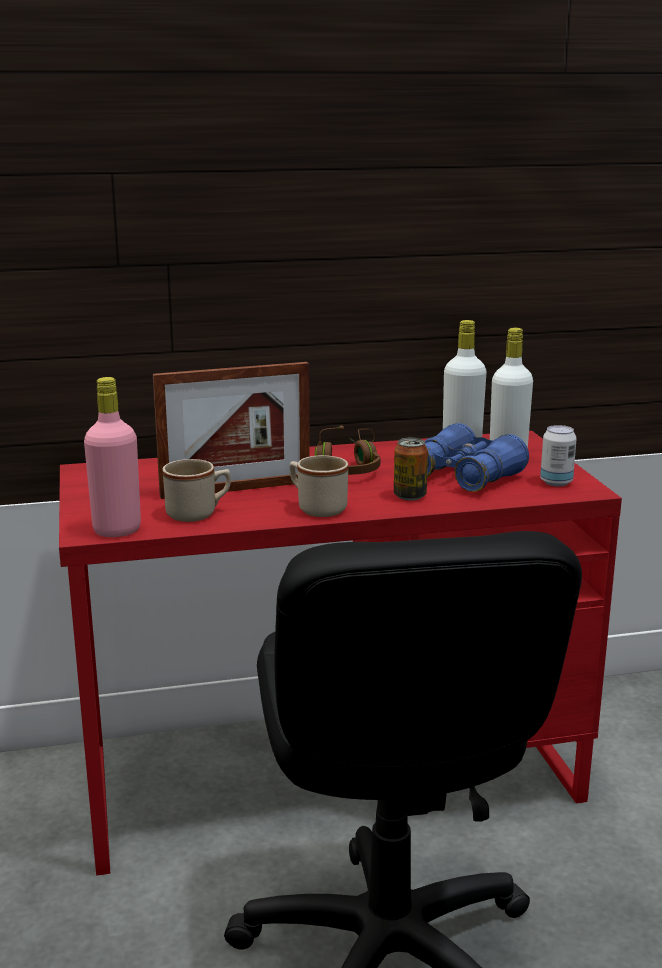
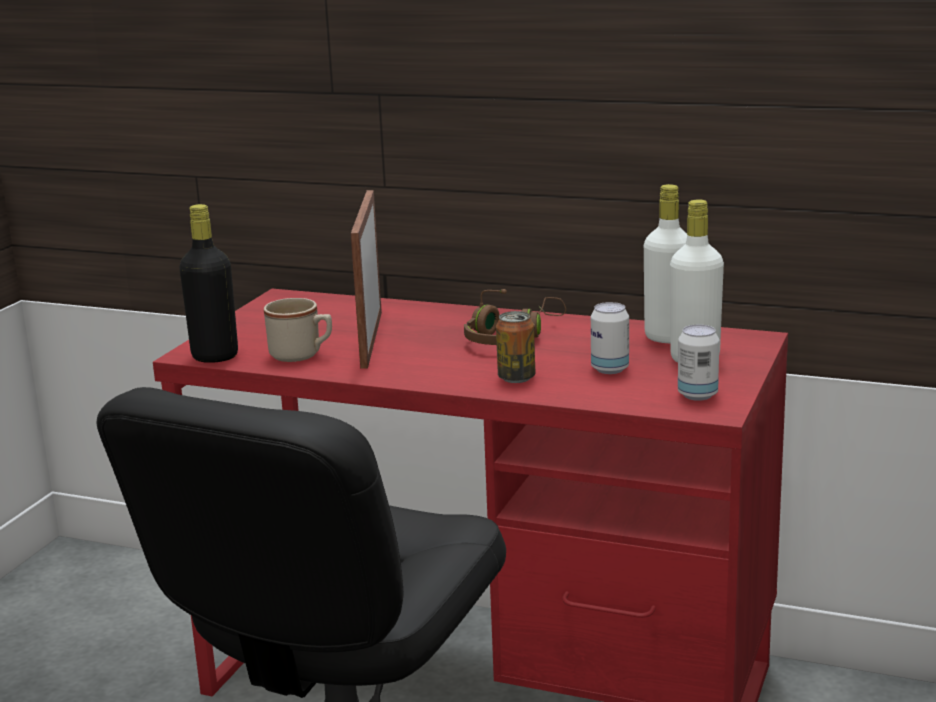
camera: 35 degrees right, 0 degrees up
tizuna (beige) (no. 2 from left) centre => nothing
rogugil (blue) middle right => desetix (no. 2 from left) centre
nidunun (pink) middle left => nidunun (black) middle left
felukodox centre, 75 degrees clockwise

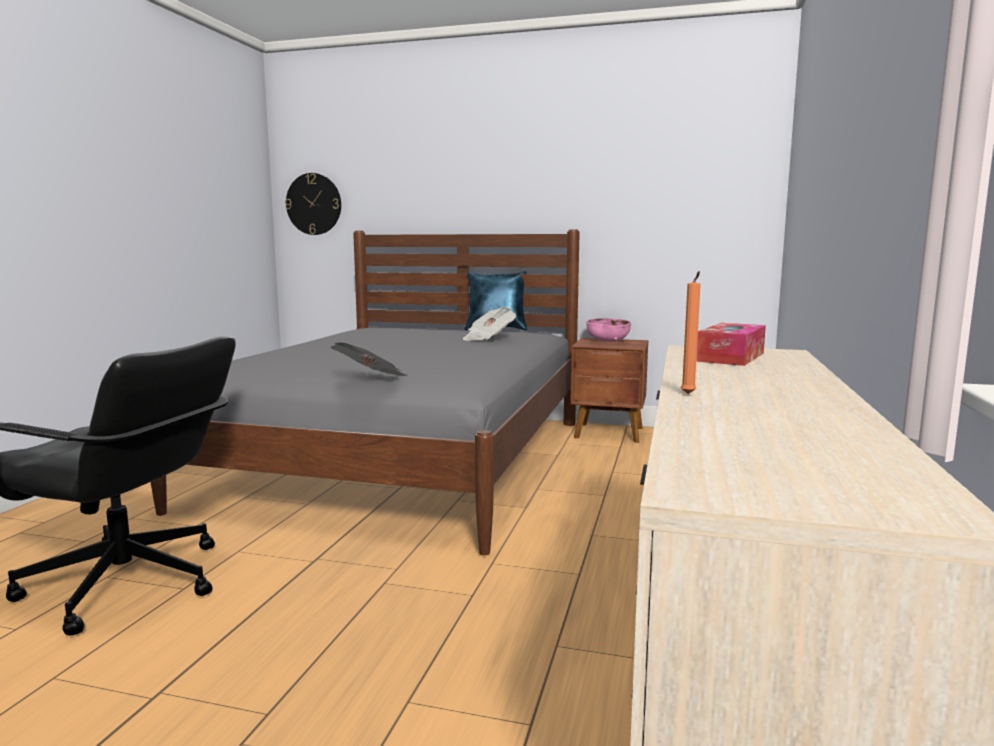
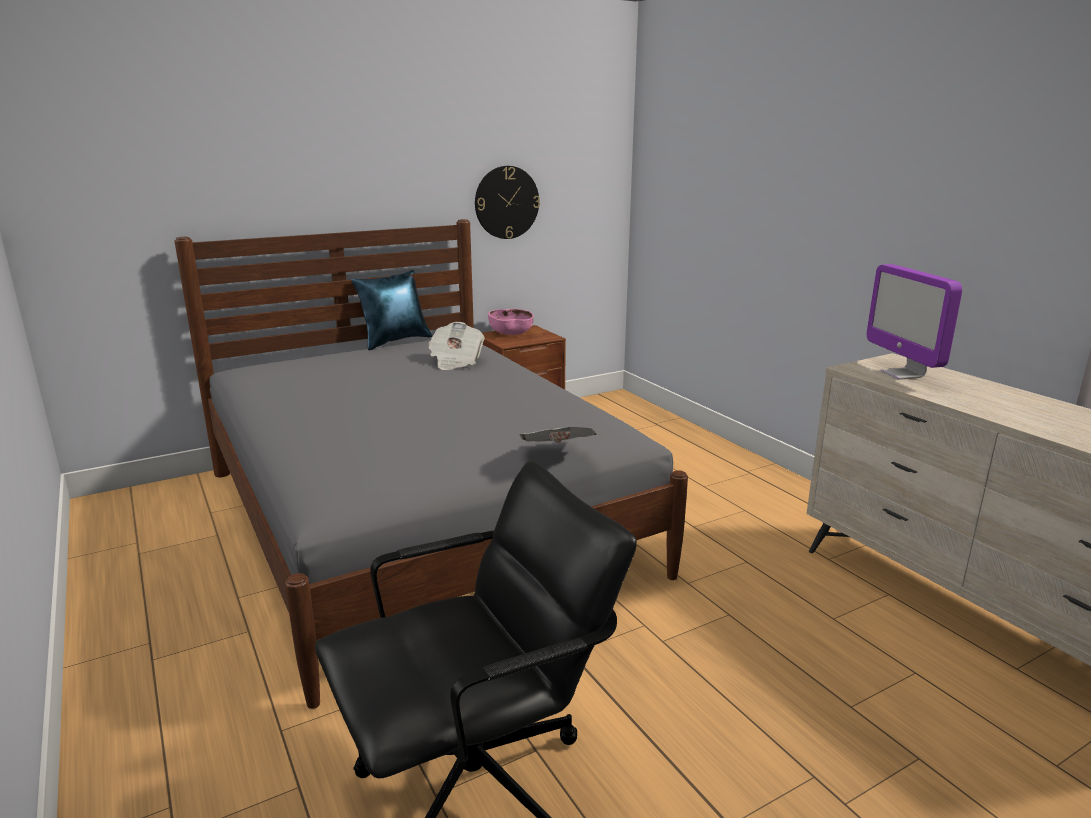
camera: 45 degrees left, 10 degrees up
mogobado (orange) middle right => nothing
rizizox top left => rizizox top centre, relocated
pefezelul middle right => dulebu middle right

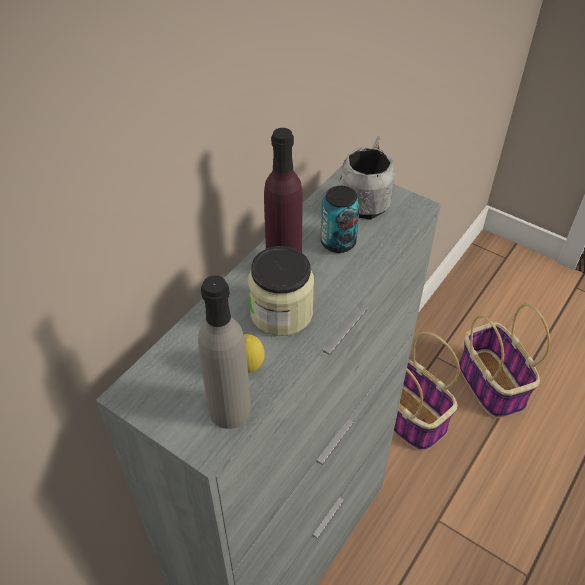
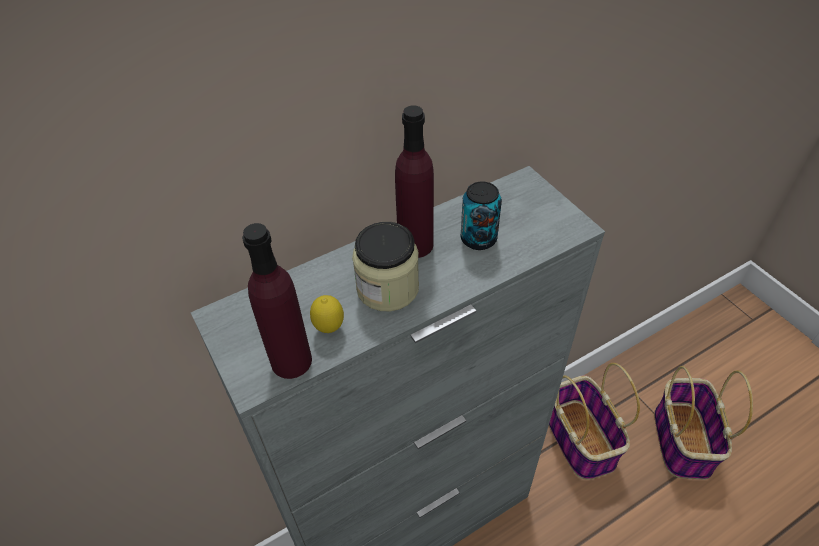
camera: 25 degrees right, 0 degrees up
tizuna (grey) top centre => nothing
nidunun (grey) centre => nidunun (purple) (no. 1 from left) centre

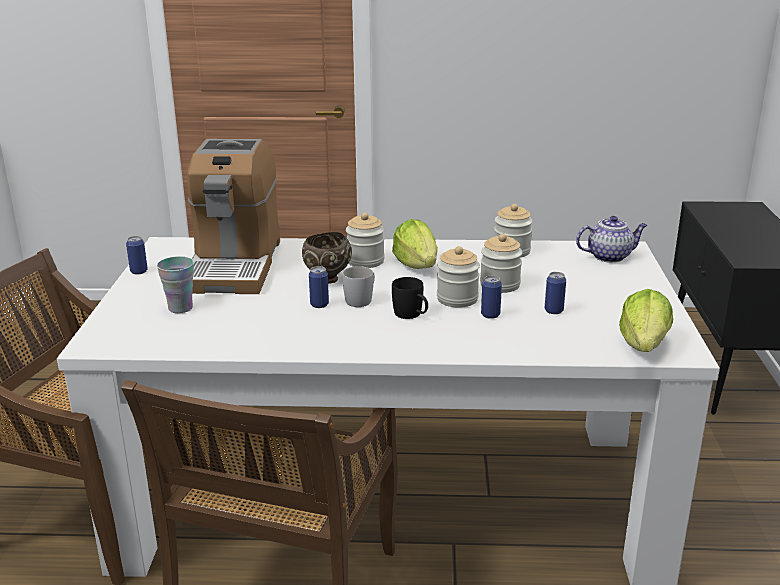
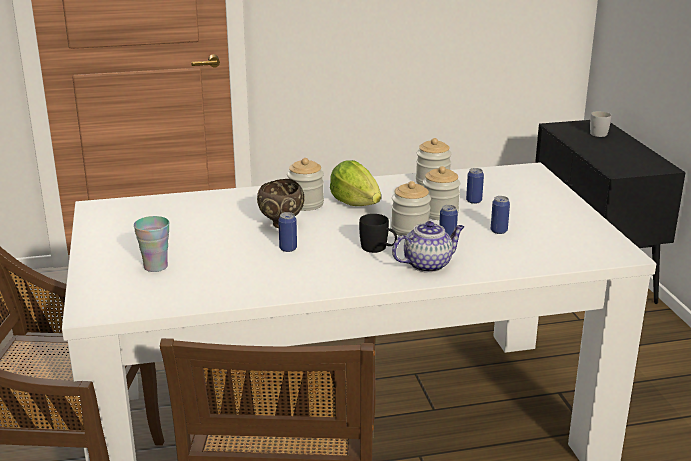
camera: 15 degrees left, 0 degrees up
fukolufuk middle left => nothing
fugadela (no. 2 from left) middle right => nothing
desetix (no. 1 from left in the first image) middle left => desetix (no. 3 from left) middle right, relocated
tizuna (white) centre => tizuna (white) top right, relocated
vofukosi middle right => vofukosi centre, relocated

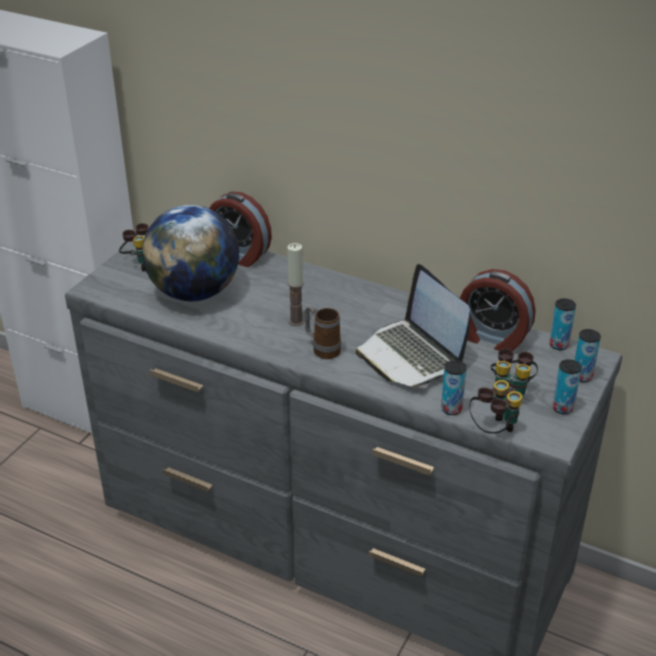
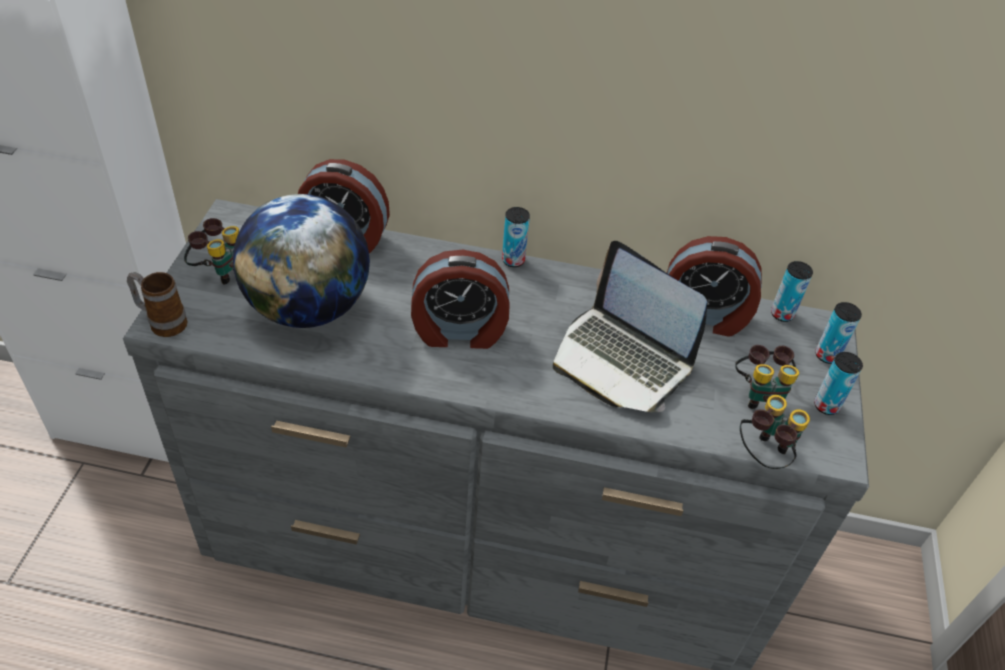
camera: 20 degrees left, 10 degrees up
tizuna centre => tizuna middle left, relocated
desetix (no. 1 from left) middle right => desetix (no. 1 from left) centre, relocated
mogobado centre => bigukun (no. 2 from left) centre

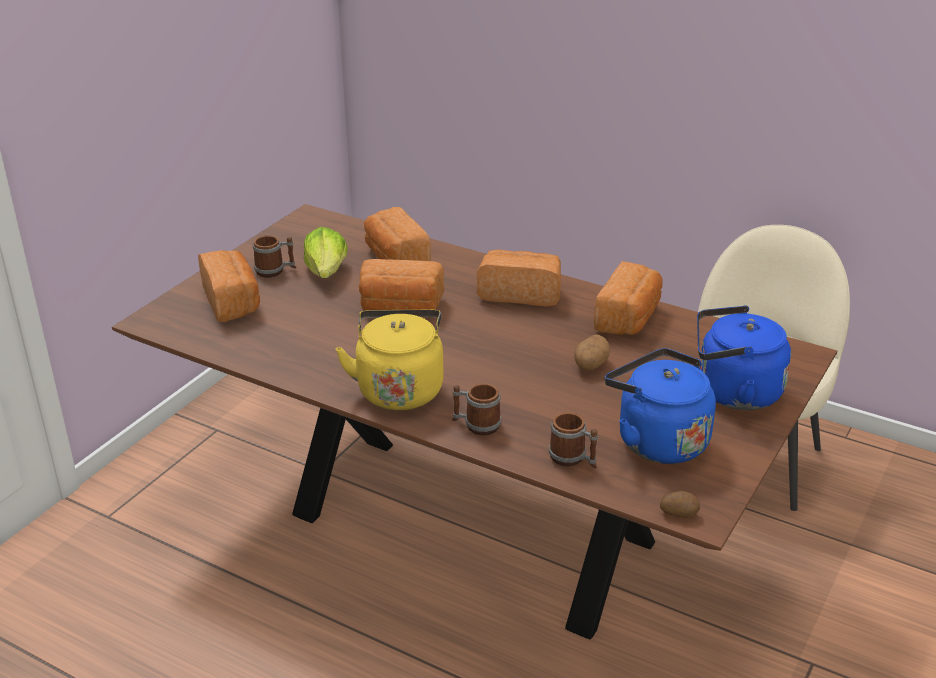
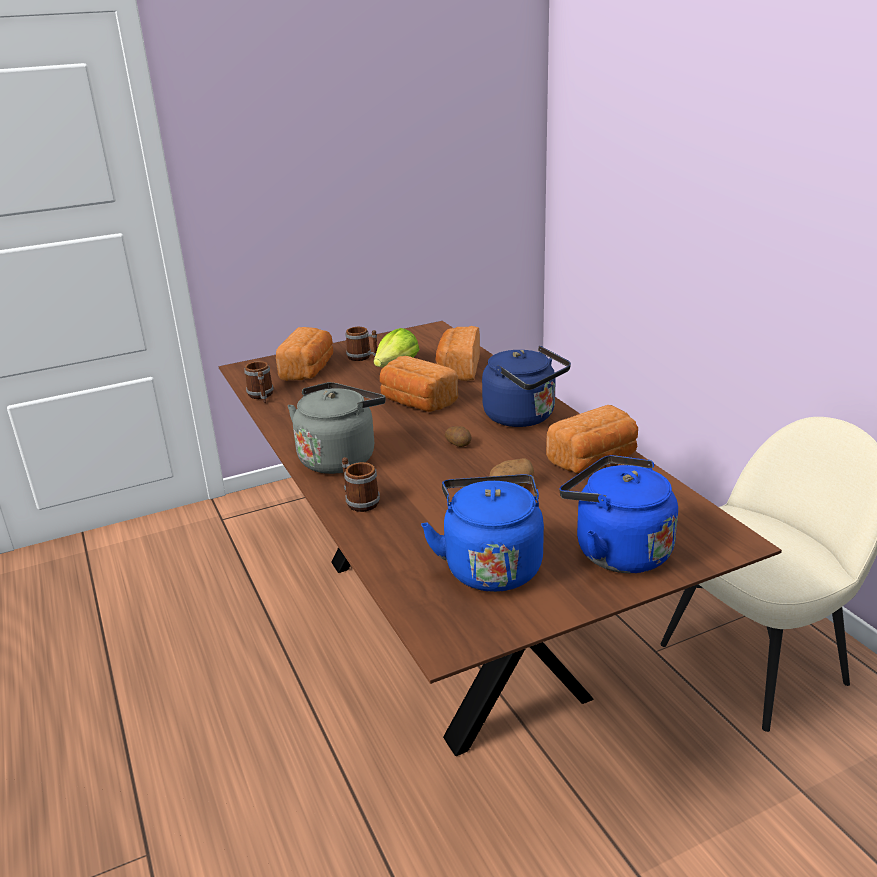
camera: 35 degrees right, 5 degrees down
tizuna (no. 3 from left in the first image) centre => tizuna (no. 1 from left) middle left, relocated
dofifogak (no. 2 from left in the first image) bottom right => dofifogak (no. 1 from left) centre, relocated
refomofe (no. 4 from left) centre => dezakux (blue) (no. 2 from left) centre
dezakux (yellow) centre => dezakux (grey) centre

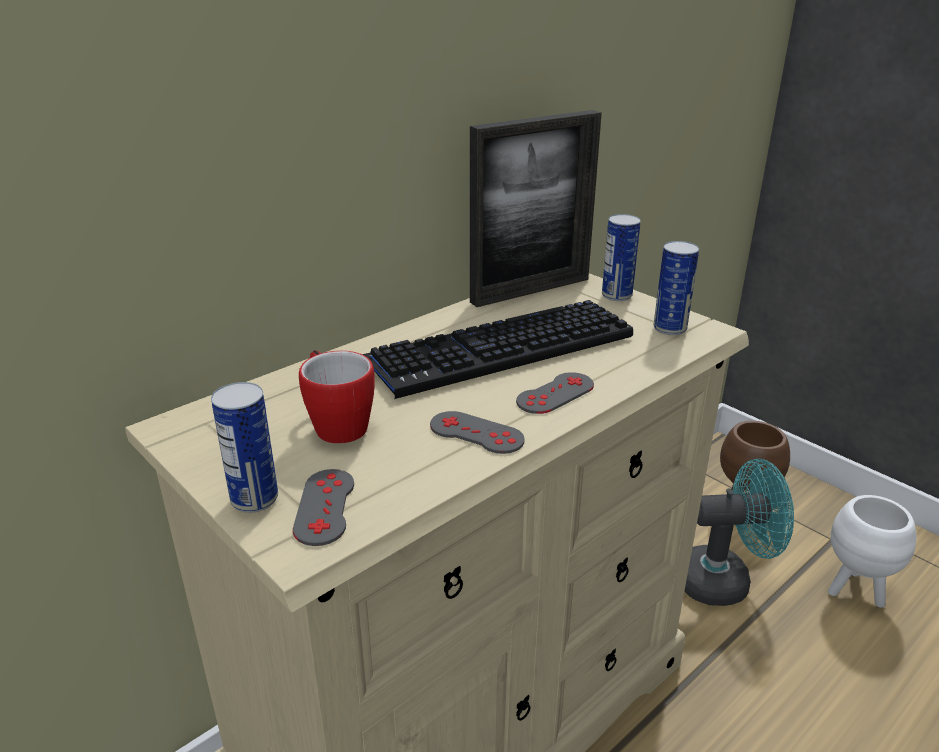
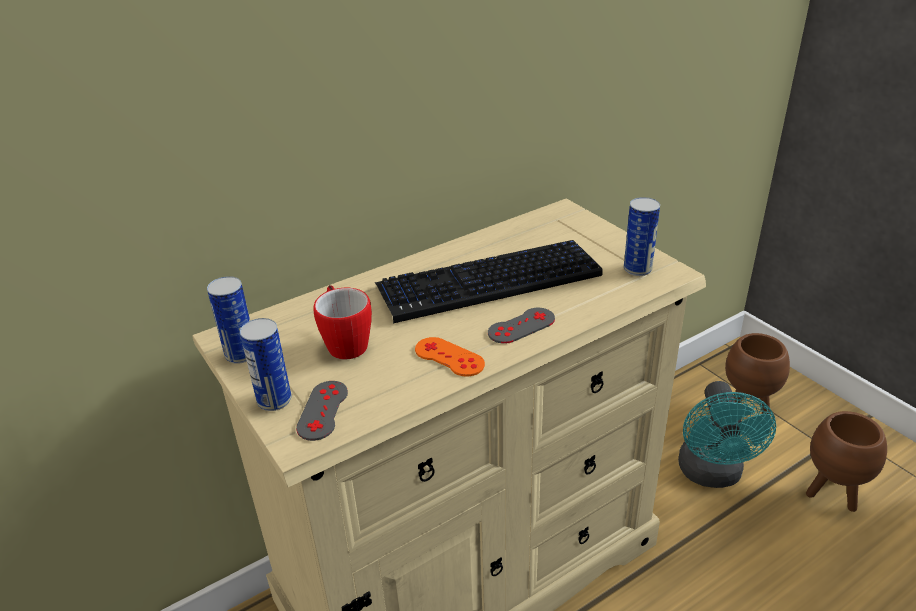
camera: 10 degrees right, 5 degrees up
felukodox top centre => nothing
desetix (no. 2 from left in the first image) centre => desetix (no. 1 from left) middle left, relocated
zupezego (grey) (no. 2 from left) centre => zupezego (orange) centre
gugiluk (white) bottom right => gugiluk (brown) (no. 2 from left) bottom right
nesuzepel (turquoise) bottom right, 90 degrees clockwise

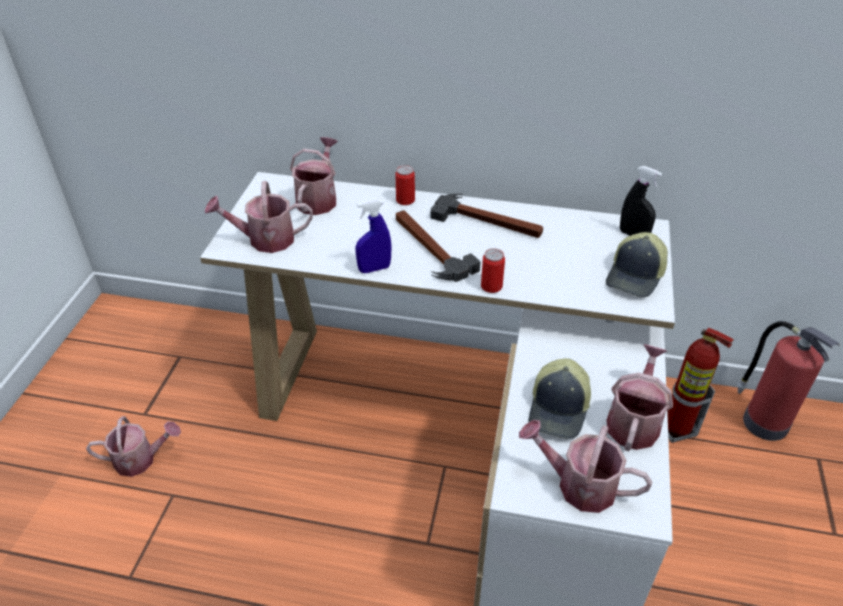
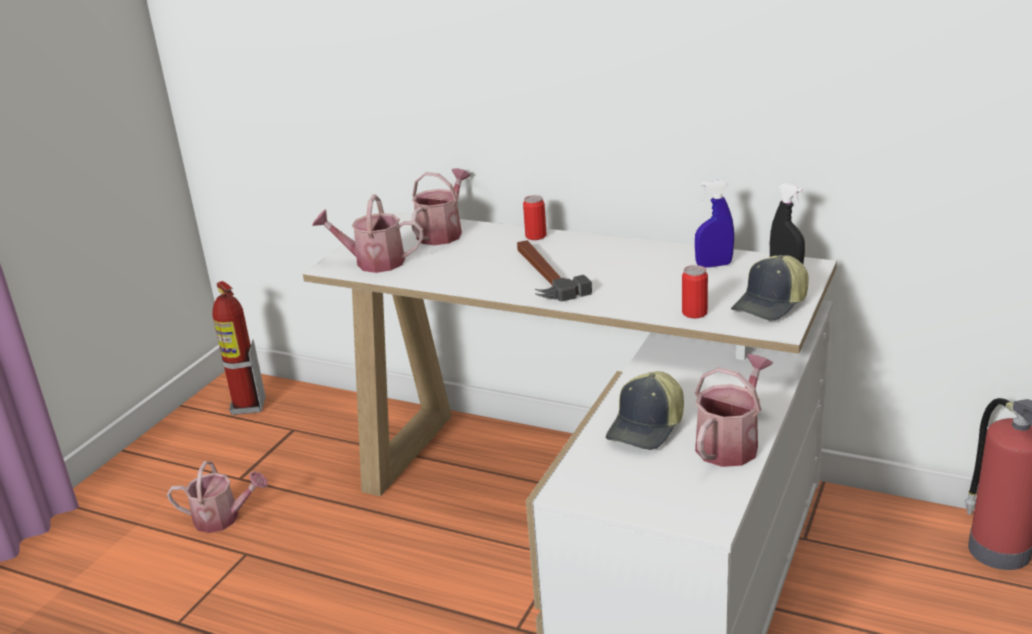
camera: 15 degrees right, 15 degrees down
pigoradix (no. 2 from left) centre => nothing
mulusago (no. 4 from left) bottom right => nothing
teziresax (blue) centre => teziresax (blue) middle right, relocated
desetix (no. 2 from left) centre => desetix (no. 2 from left) middle right, relocated
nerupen (no. 1 from left) middle right => nerupen (no. 1 from left) middle left, relocated

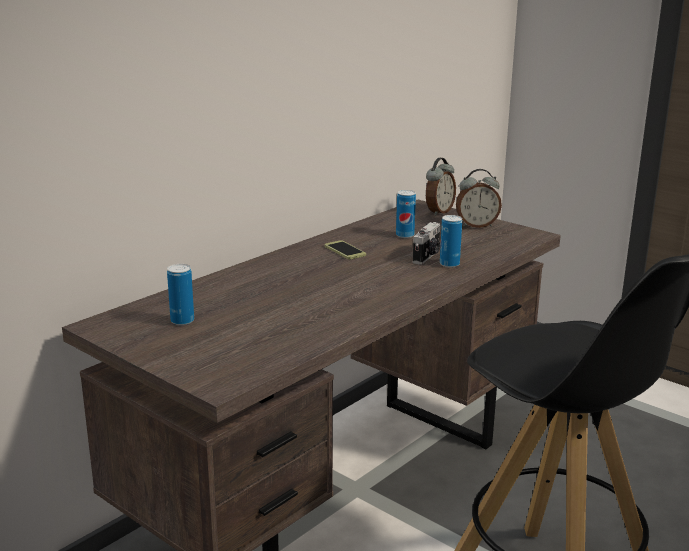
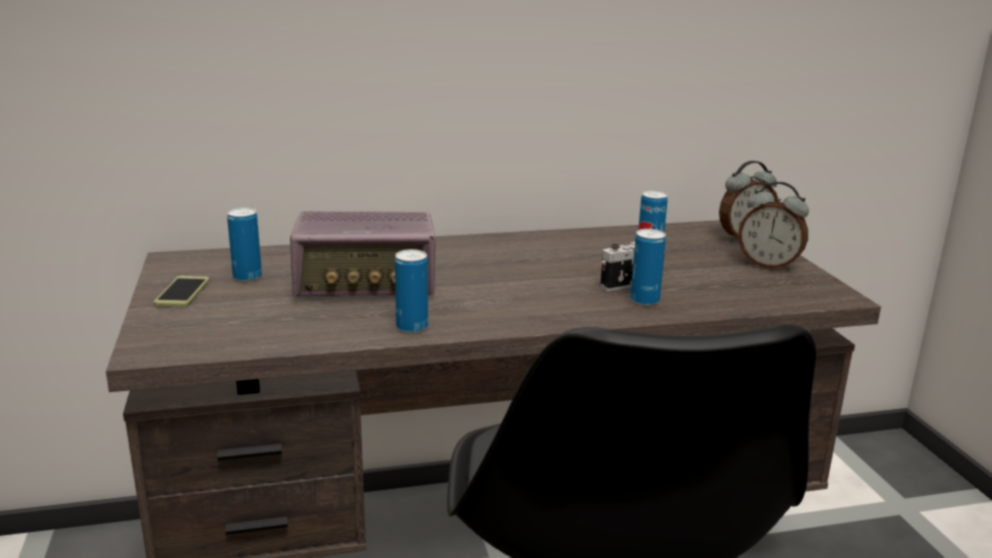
camera: 35 degrees right, 0 degrees up
nothing => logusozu centre
nothing => desetix (no. 2 from left) centre
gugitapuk centre => gugitapuk middle left, relocated

